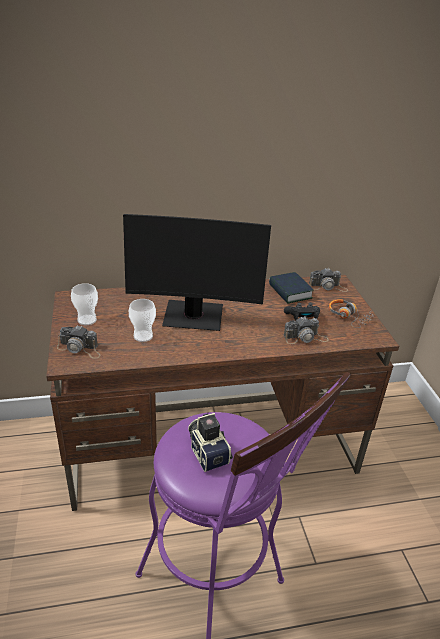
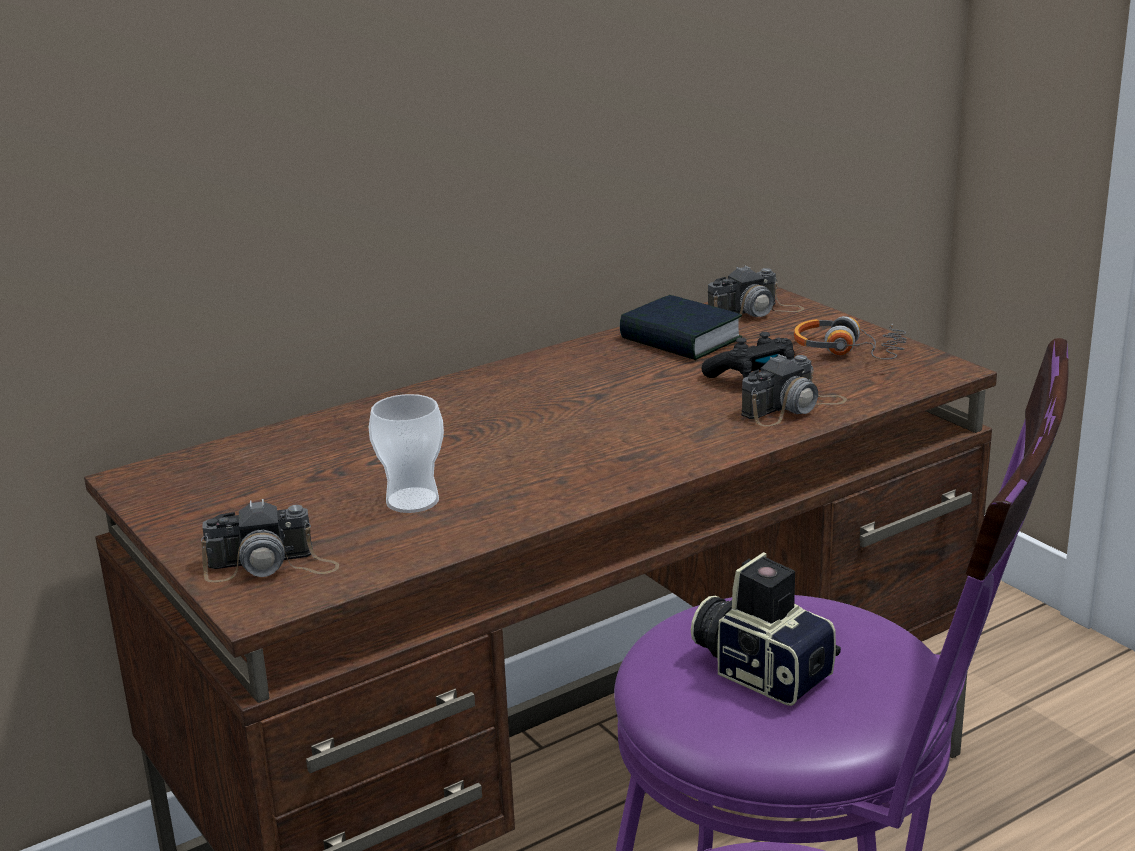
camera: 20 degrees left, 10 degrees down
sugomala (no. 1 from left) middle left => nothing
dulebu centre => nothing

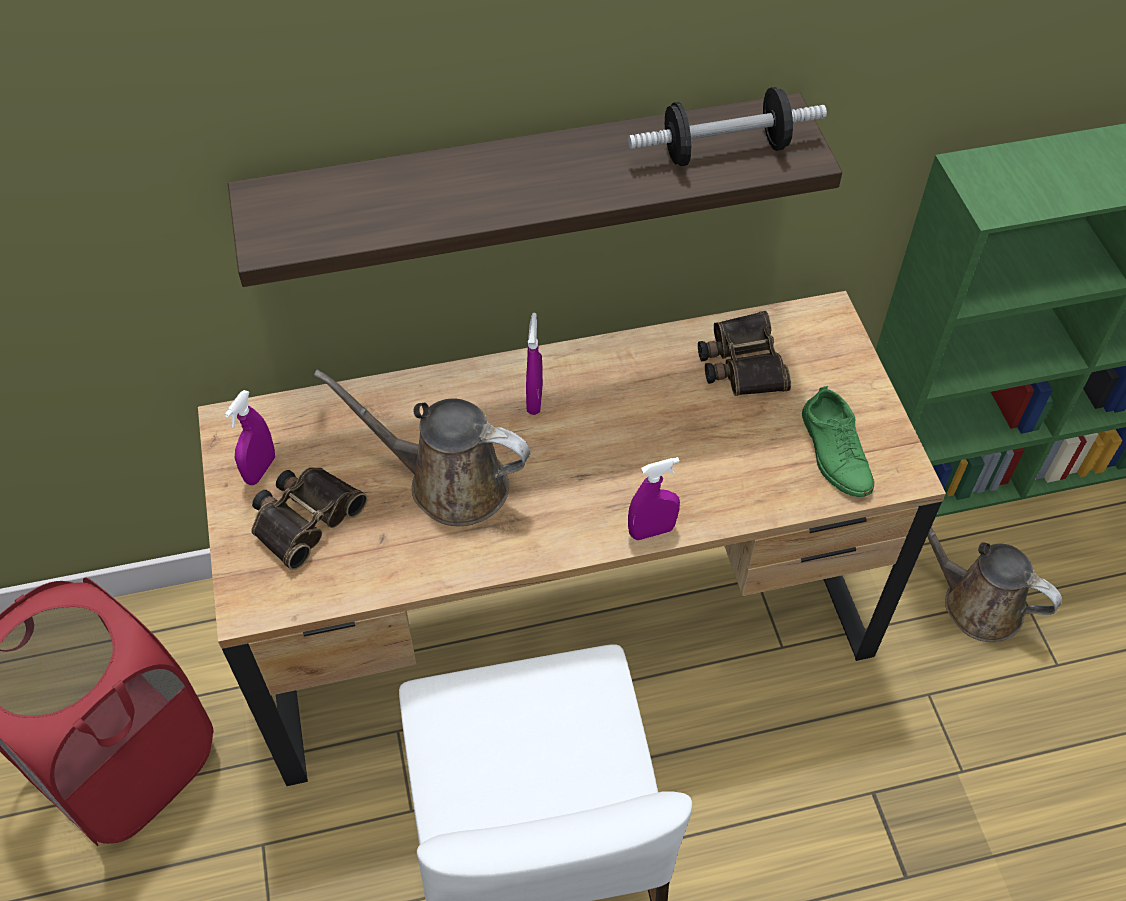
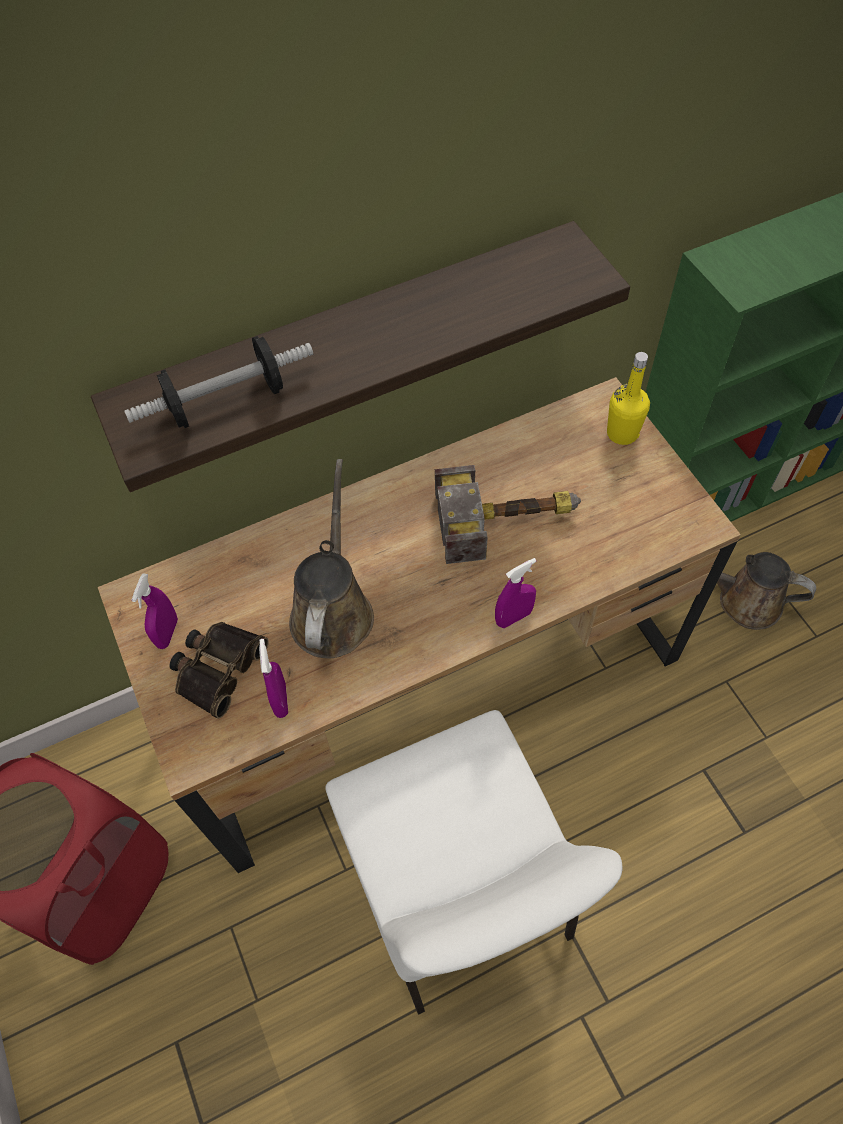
camera: 10 degrees left, 5 degrees up
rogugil (no. 2 from left) centre => nothing
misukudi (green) middle right => nothing
nothing => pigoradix centre
nothing => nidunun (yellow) middle right
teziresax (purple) (no. 2 from left) centre => teziresax (purple) (no. 2 from left) middle left, relocated
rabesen top centre => rabesen middle left, relocated
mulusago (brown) (no. 1 from left) centre, 90 degrees clockwise

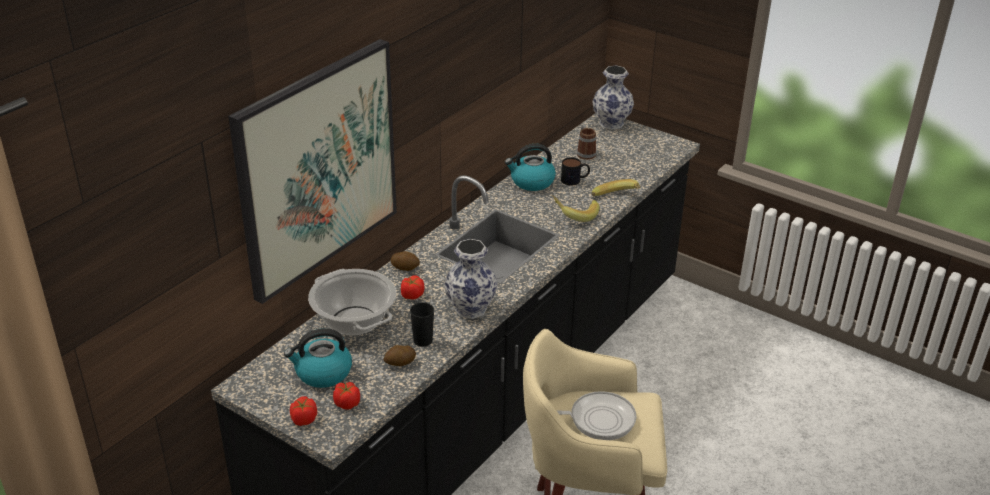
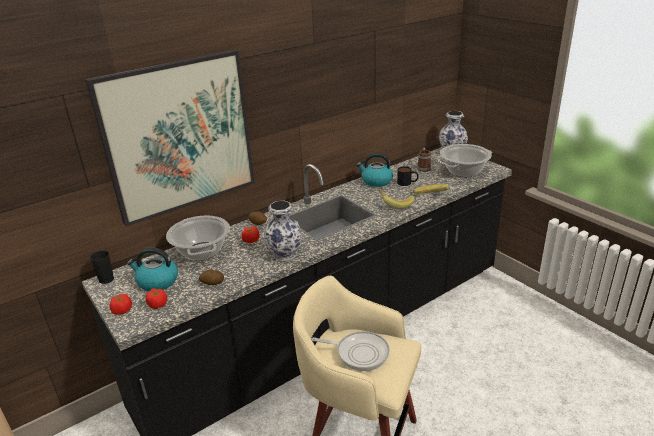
camera: 20 degrees right, 5 degrees down
nothing => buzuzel (no. 2 from left) middle right
sugomala (black) centre => sugomala (black) middle left, relocated

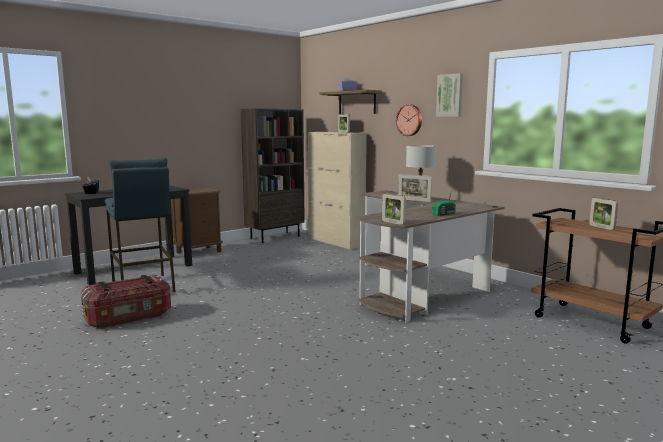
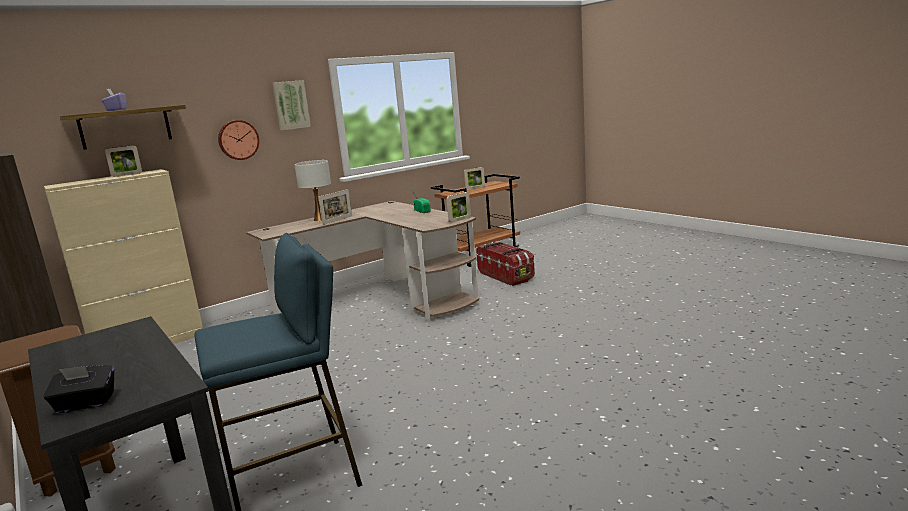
camera: 85 degrees left, 5 degrees up
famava bottom left => famava centre, relocated

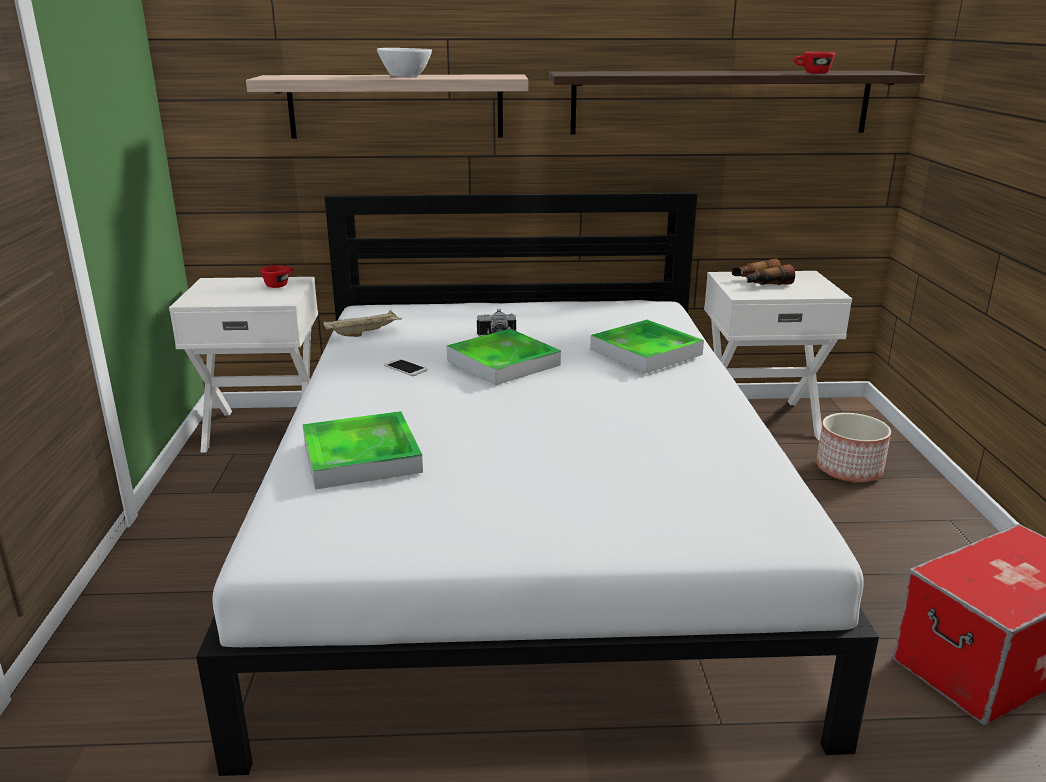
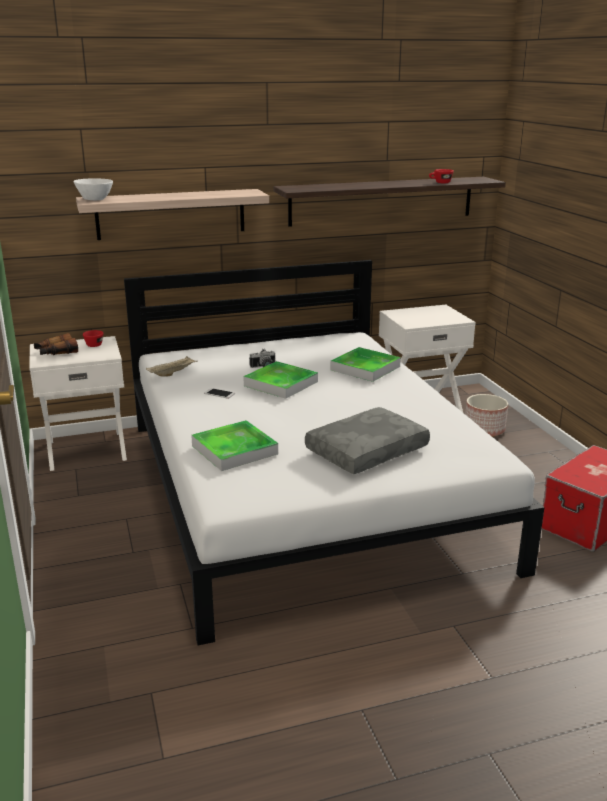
camera: 15 degrees left, 0 degrees up
nothing => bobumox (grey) centre
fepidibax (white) top centre => fepidibax (white) top left, relocated
rogugil middle right => rogugil middle left, relocated

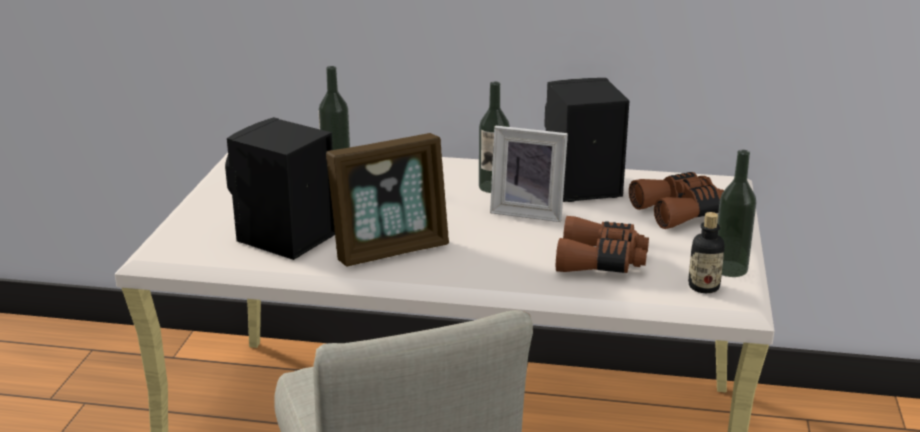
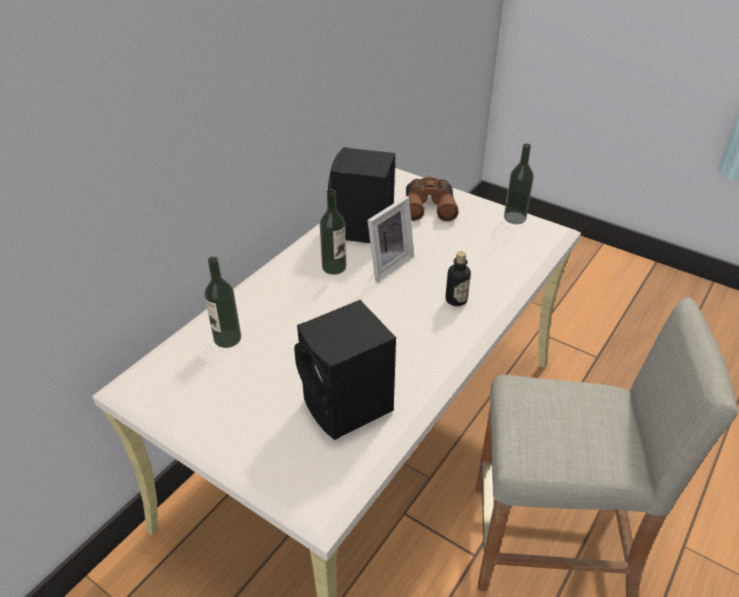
camera: 65 degrees left, 15 degrees up
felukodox (no. 1 from left) centre => nothing
rogugil (brown) (no. 1 from left) centre => nothing
nidunun (no. 3 from left) middle right => nidunun (no. 3 from left) centre, relocated

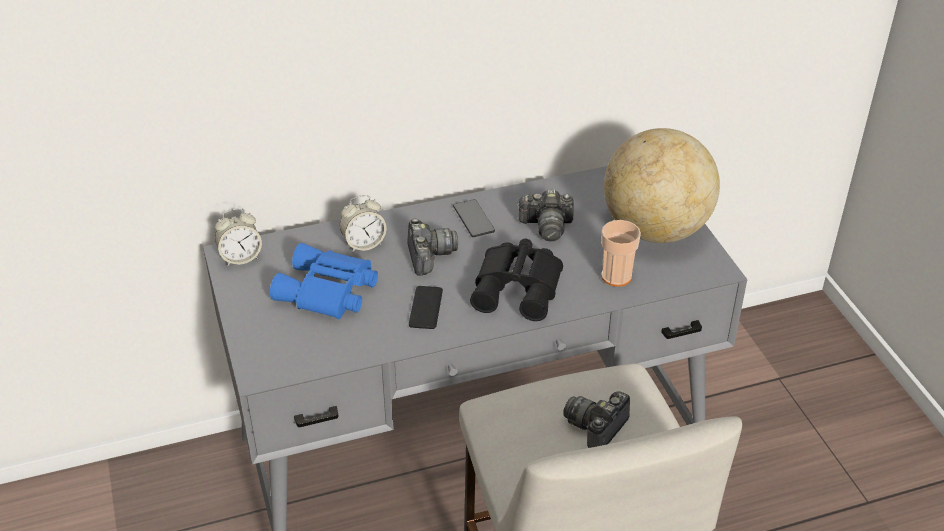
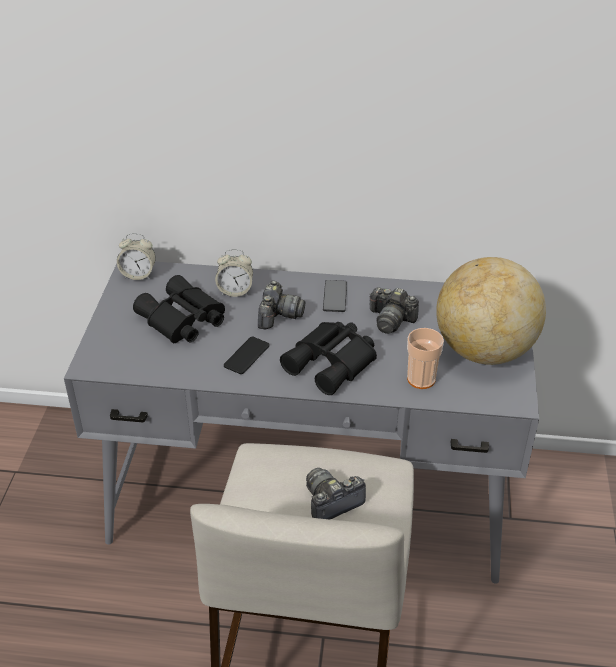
camera: 25 degrees right, 0 degrees up
rogugil (blue) centre => rogugil (black) (no. 1 from left) middle left

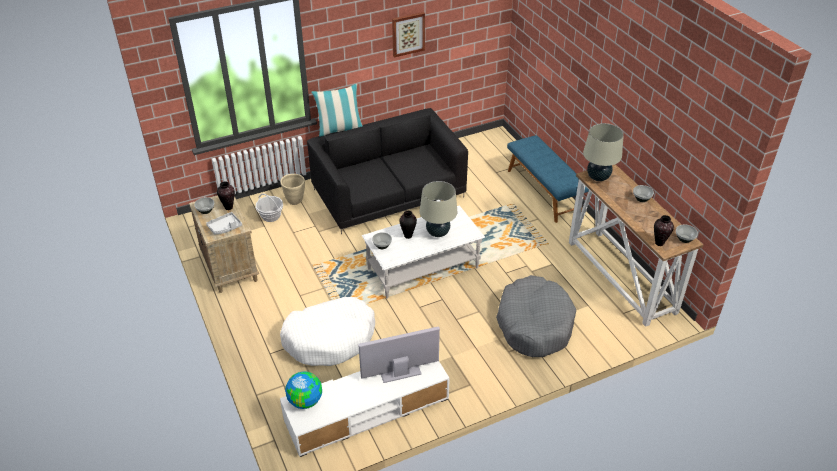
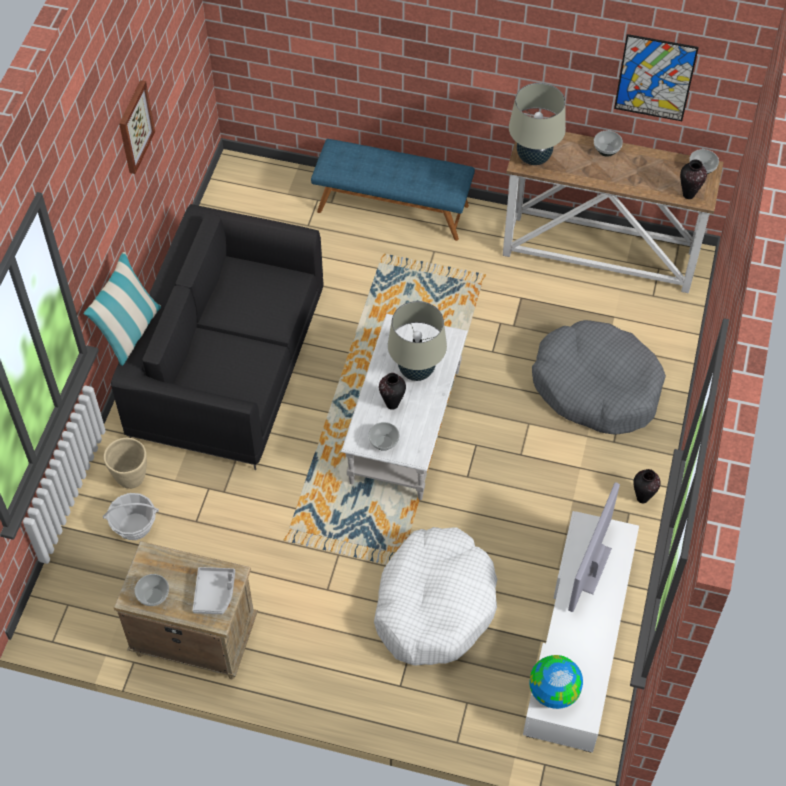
camera: 50 degrees left, 15 degrees up
nothing => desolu (no. 2 from left) top right
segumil (no. 1 from left in the first image) middle left => segumil (no. 2 from left) middle right, relocated

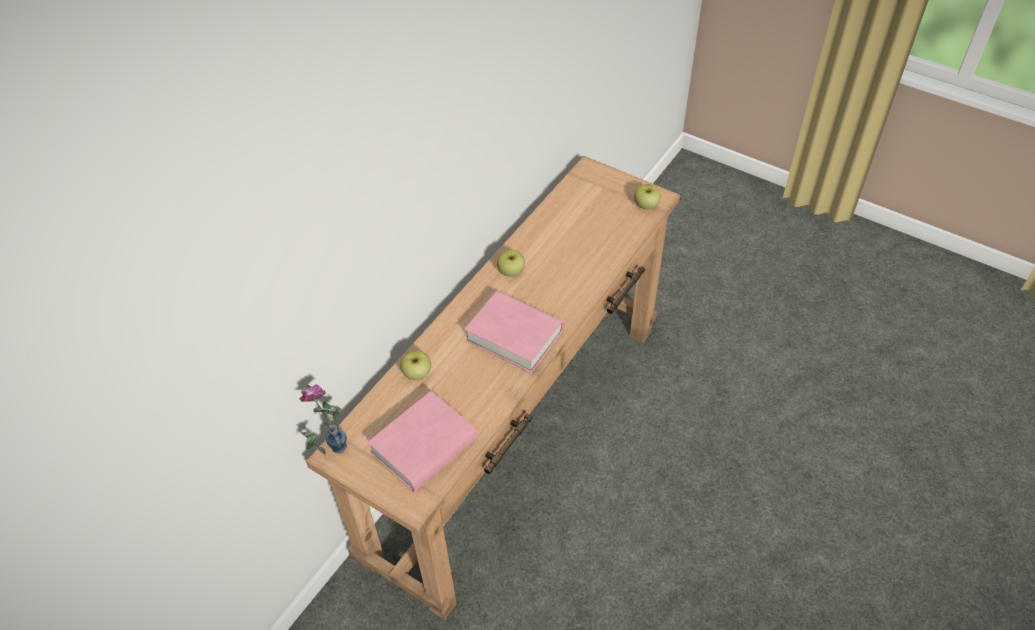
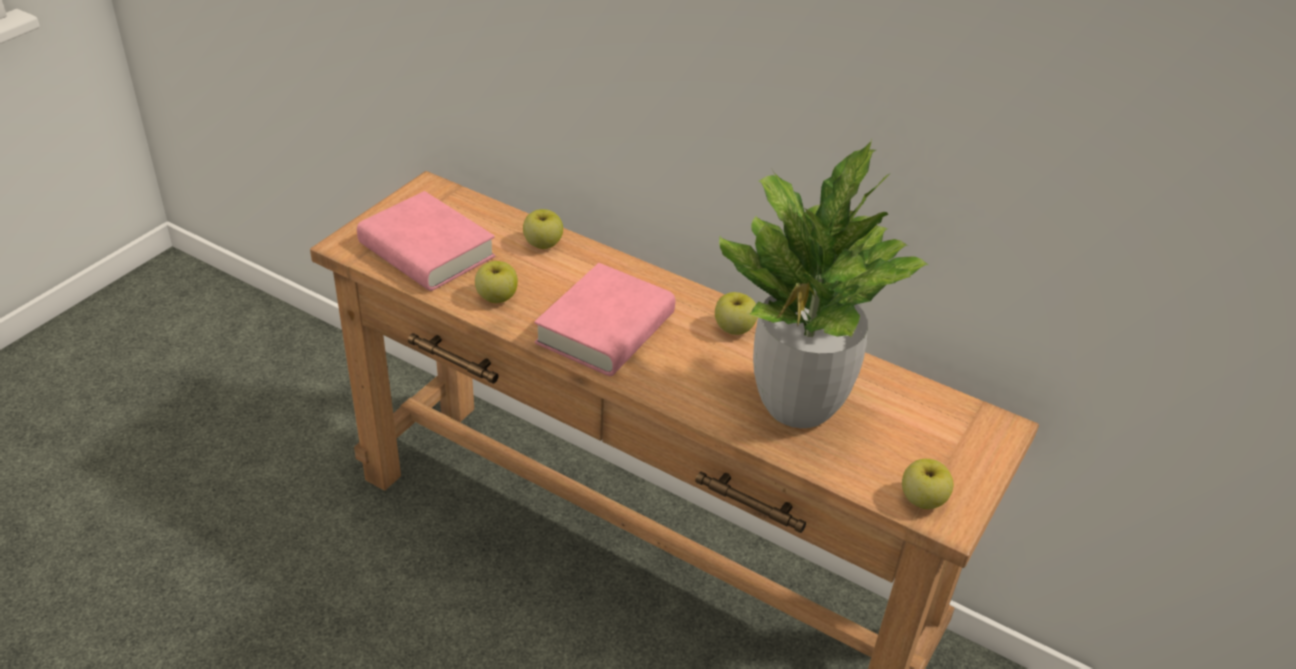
camera: 85 degrees right, 10 degrees down
segumil middle left => nothing
nothing => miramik (no. 1 from left) centre
nothing => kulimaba centre

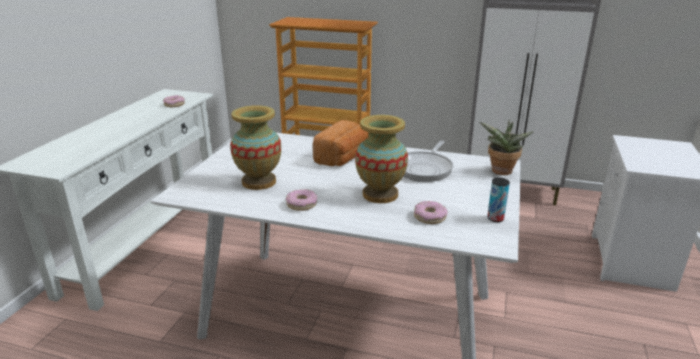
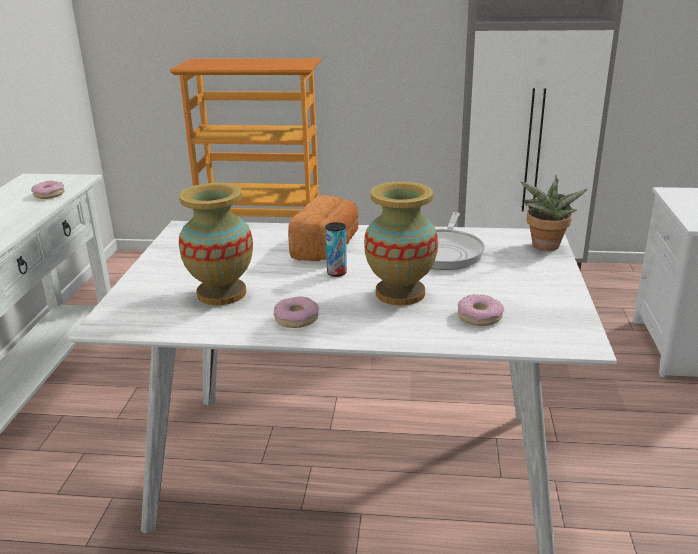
camera: 10 degrees left, 0 degrees up
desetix middle right => desetix centre, relocated

